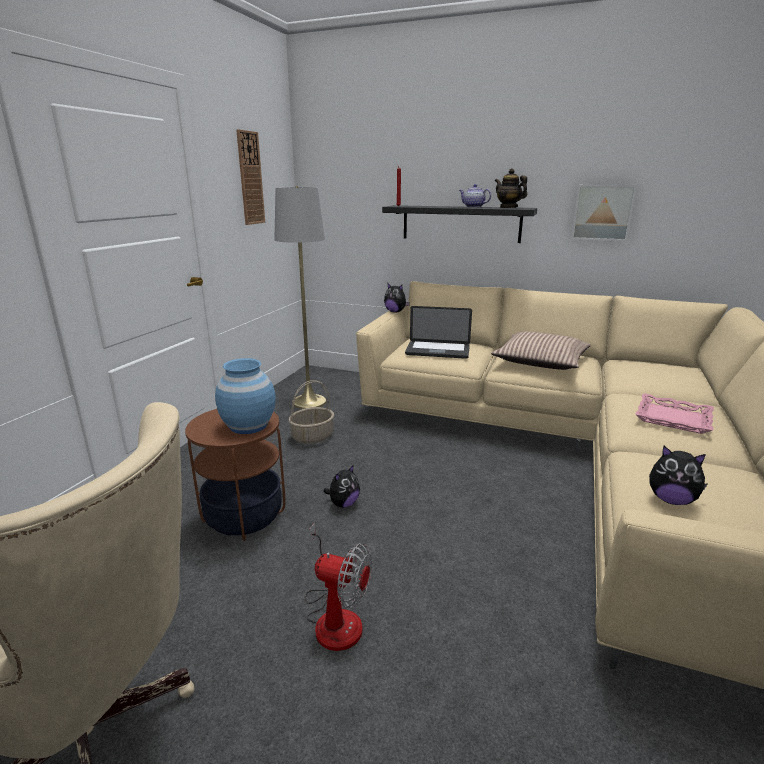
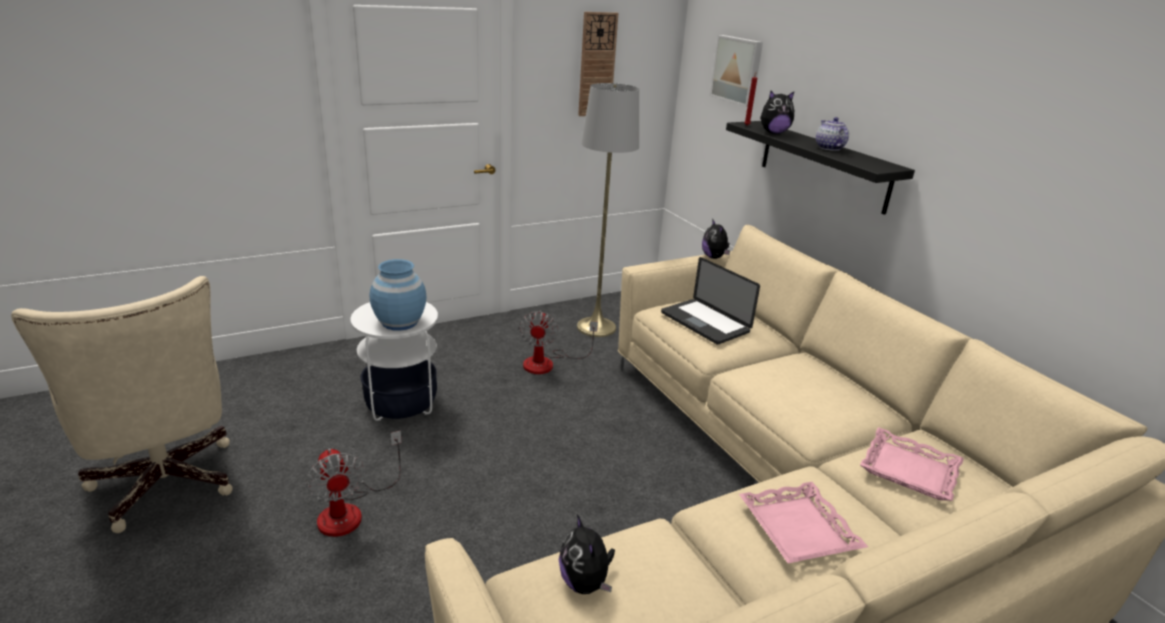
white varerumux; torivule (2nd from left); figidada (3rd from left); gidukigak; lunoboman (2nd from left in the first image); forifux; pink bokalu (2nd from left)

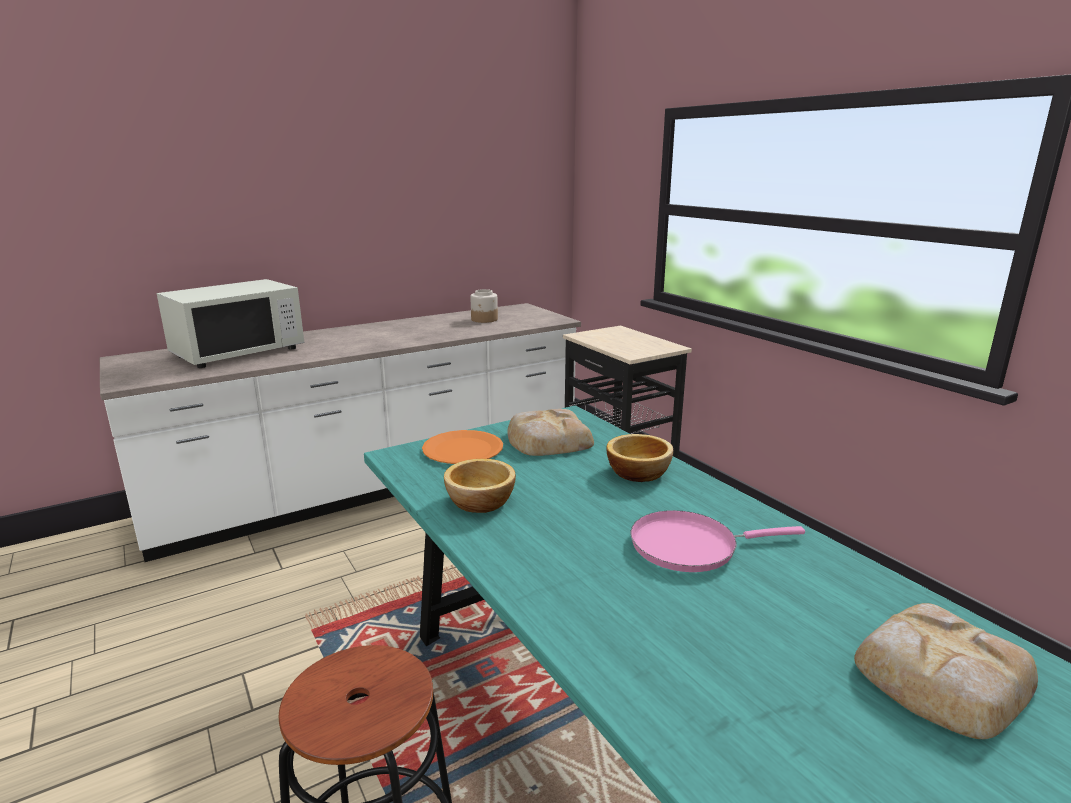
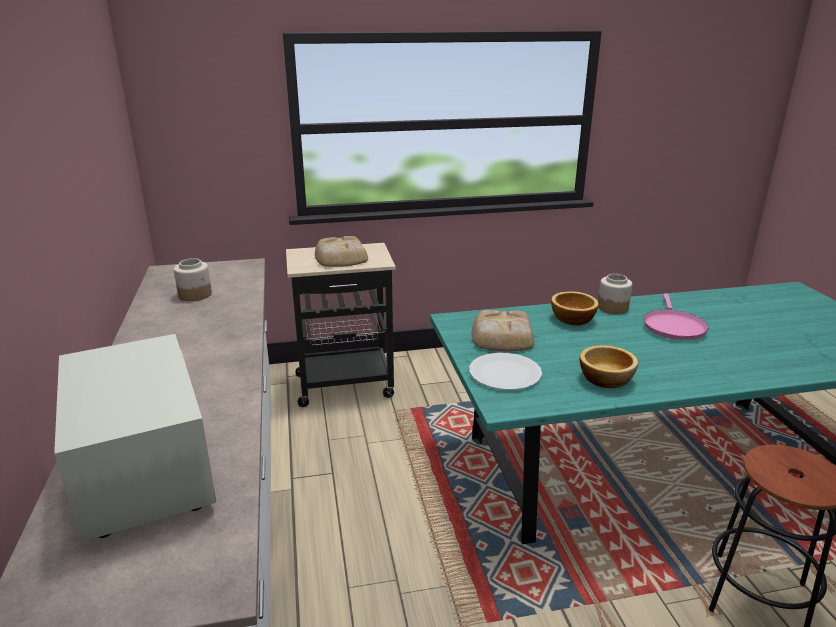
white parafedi; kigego (1st from left); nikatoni (2nd from left)

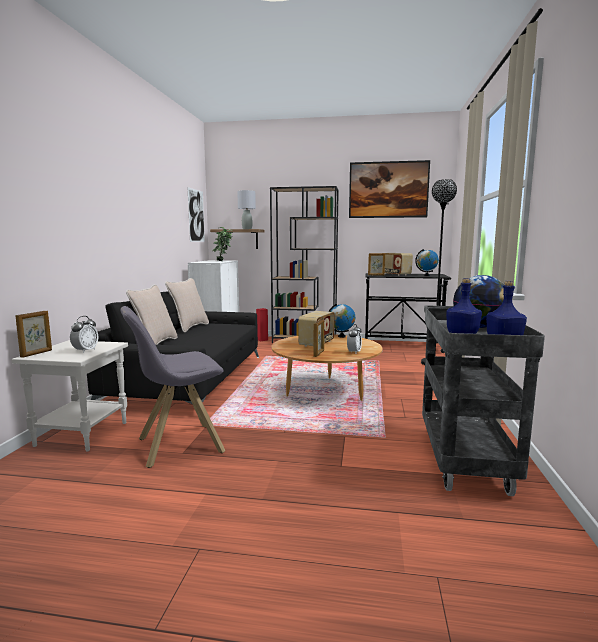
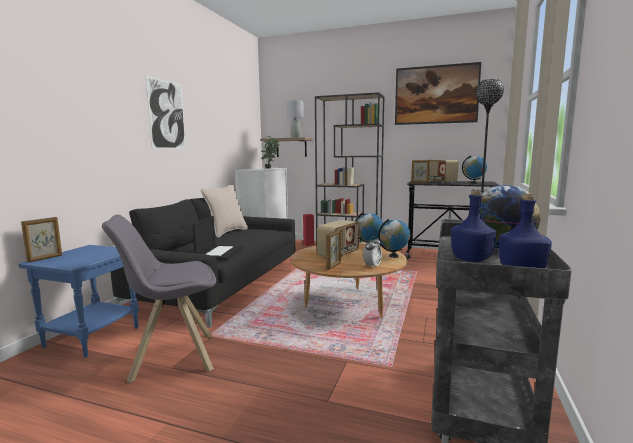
blue varerumux; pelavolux (1st from left in the first image); beige gidukigak (1st from left in the first image); forifux (1st from left); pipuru; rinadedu (2nd from left)

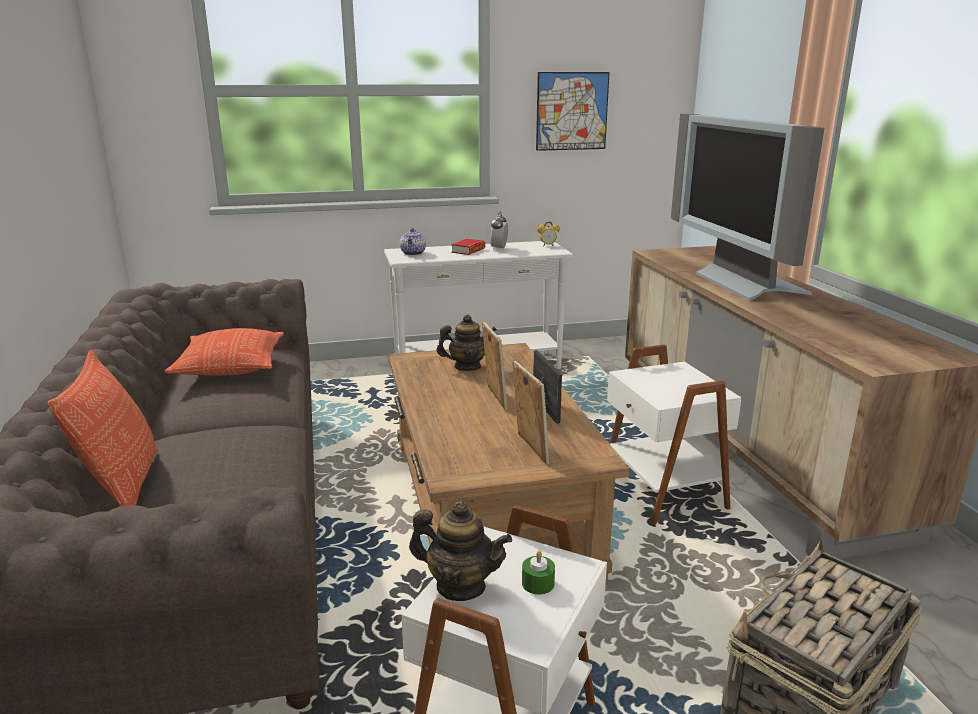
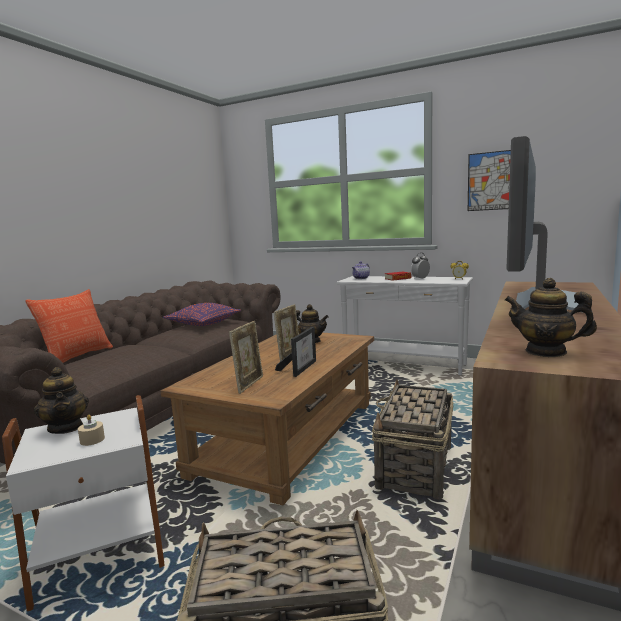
purple gidukigak; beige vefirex; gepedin (2nd from left); lunoboman (4th from left)

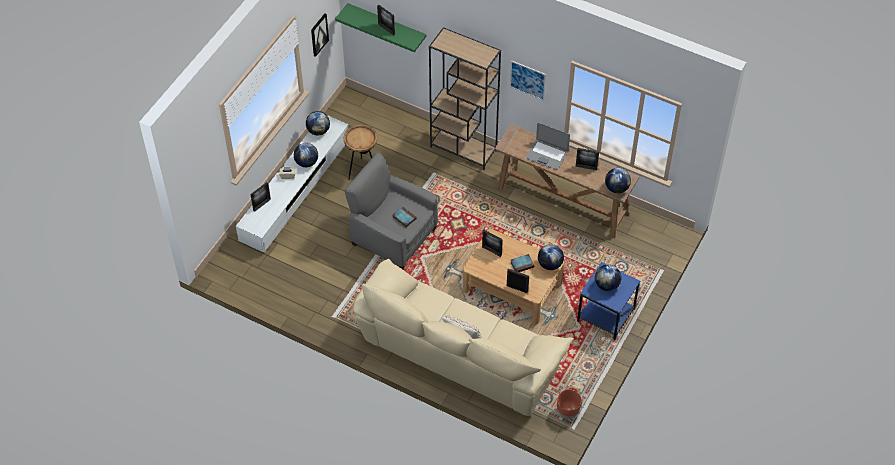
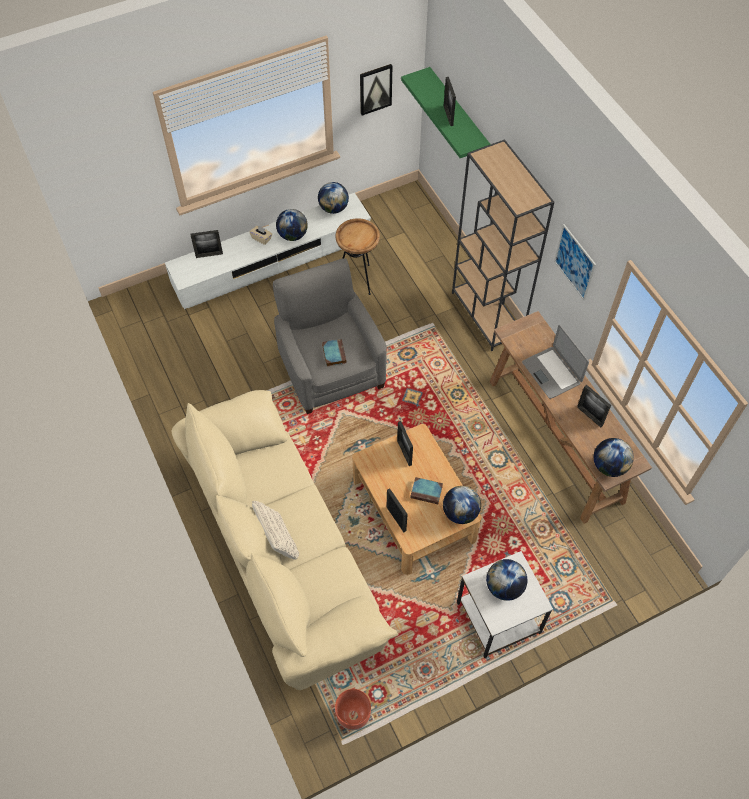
white varerumux

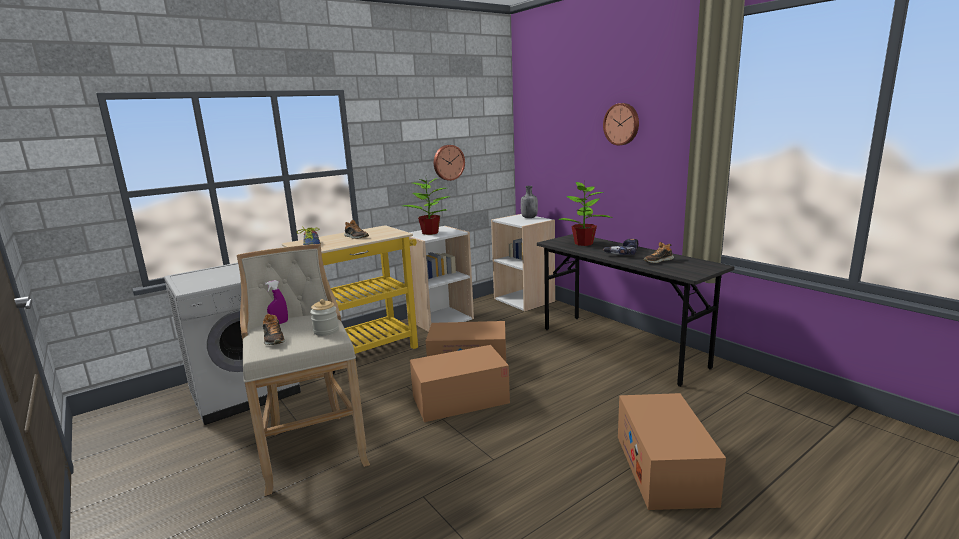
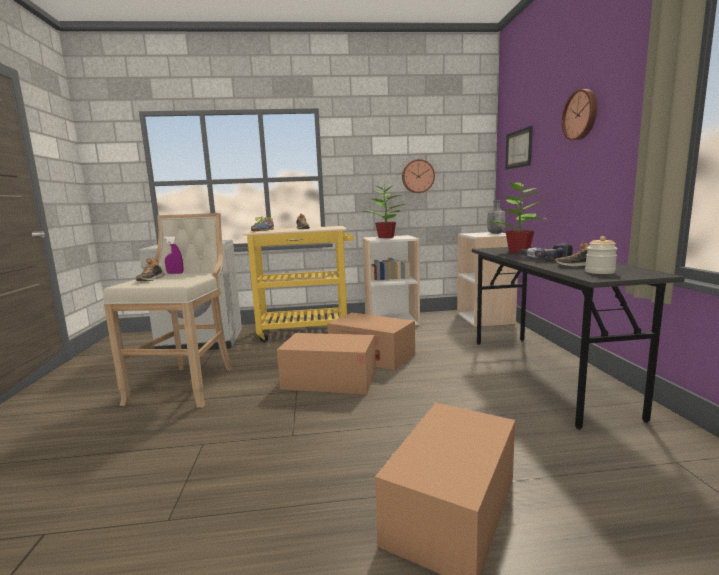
nikatoni; forifux

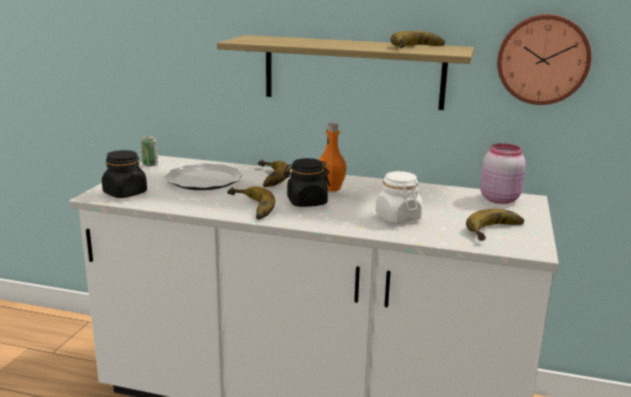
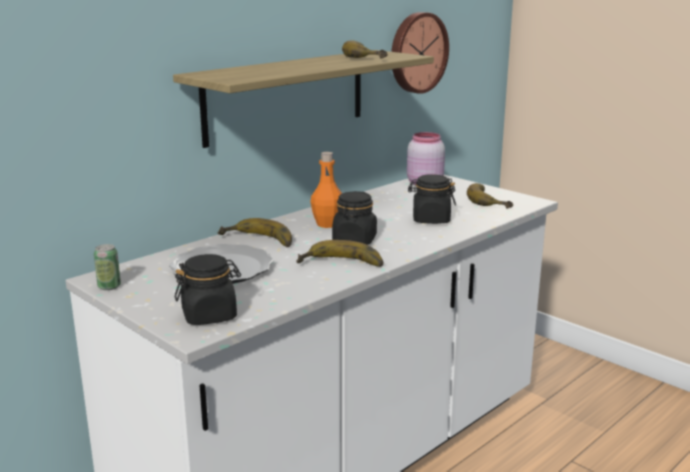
black nikatoni (3rd from left)

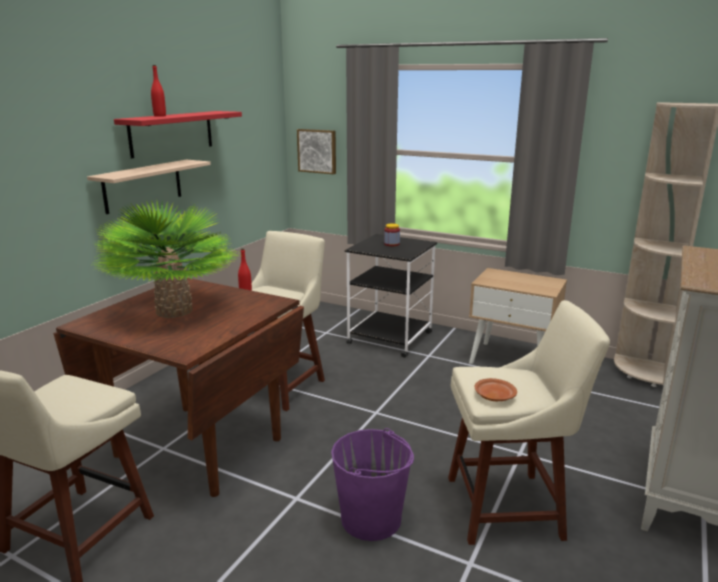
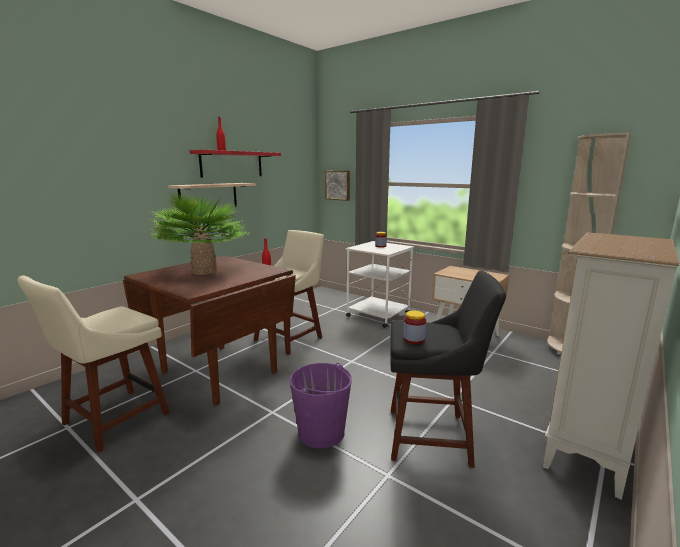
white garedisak; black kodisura; nikatoni (2nd from left)

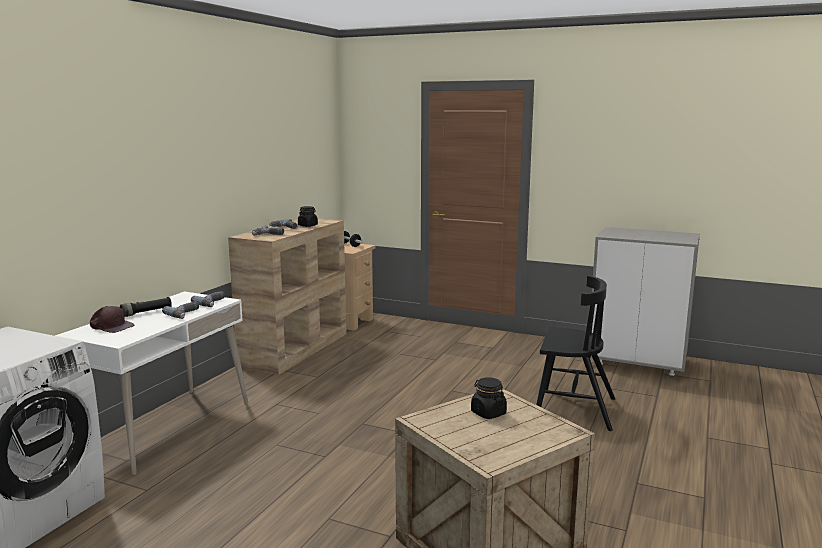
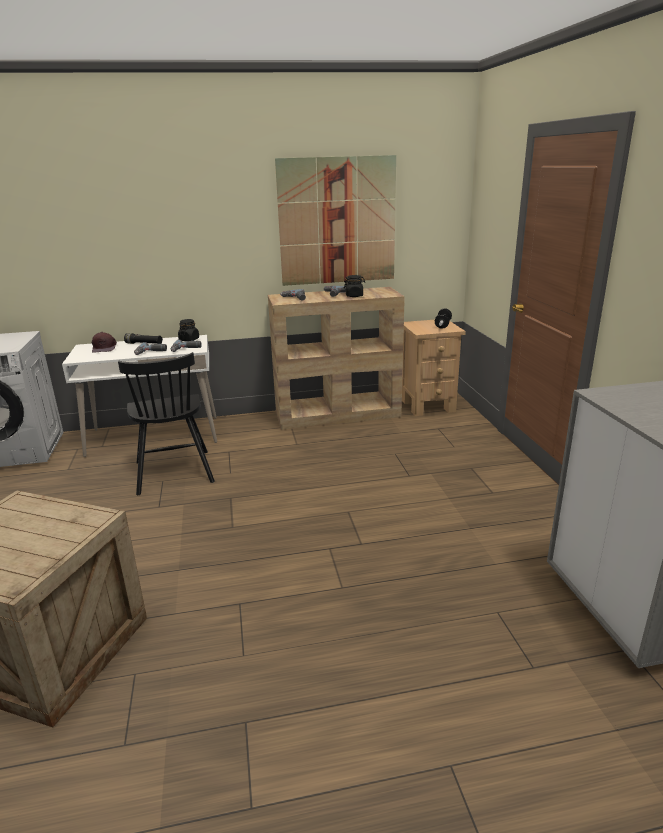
black nikatoni (1st from left); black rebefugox; forifux

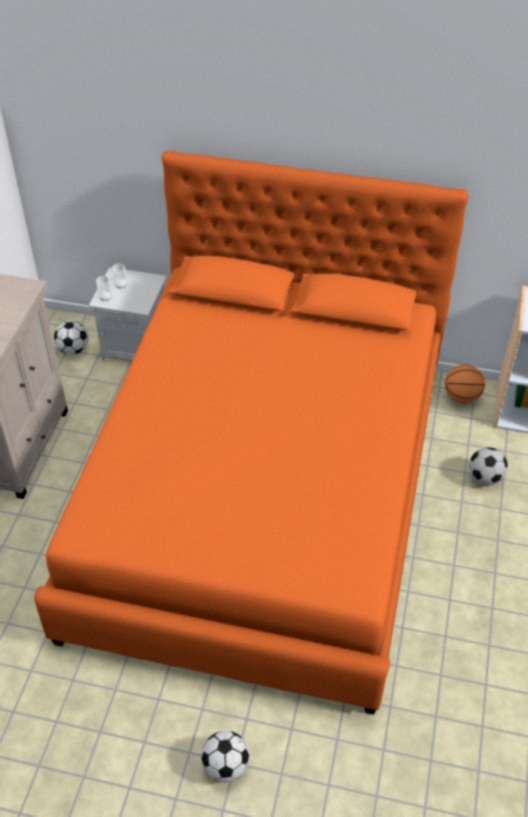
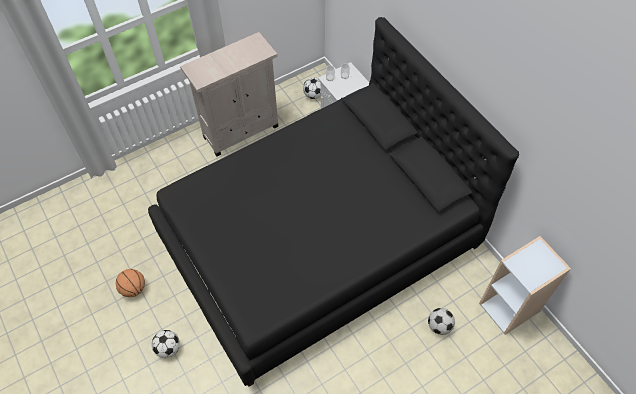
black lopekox; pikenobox

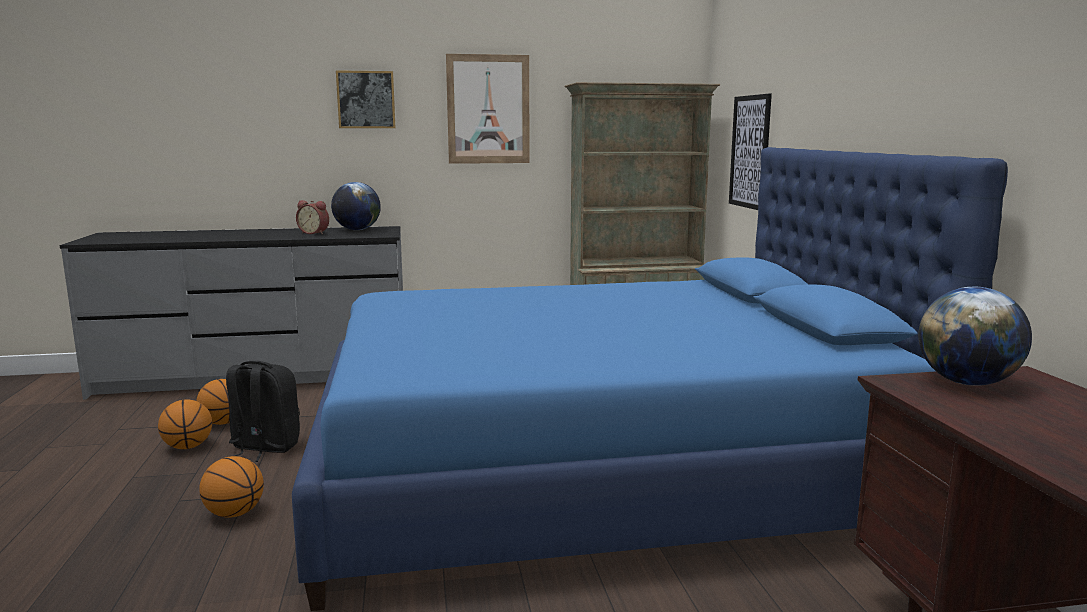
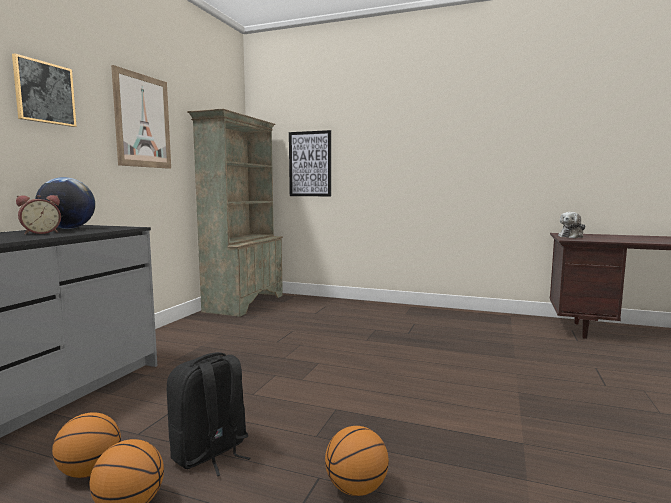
blue lopekox; figidada

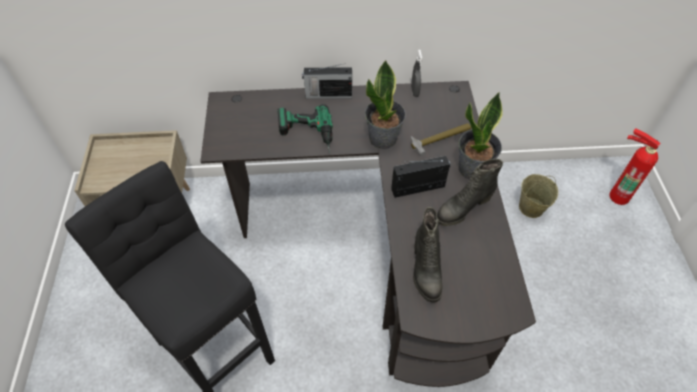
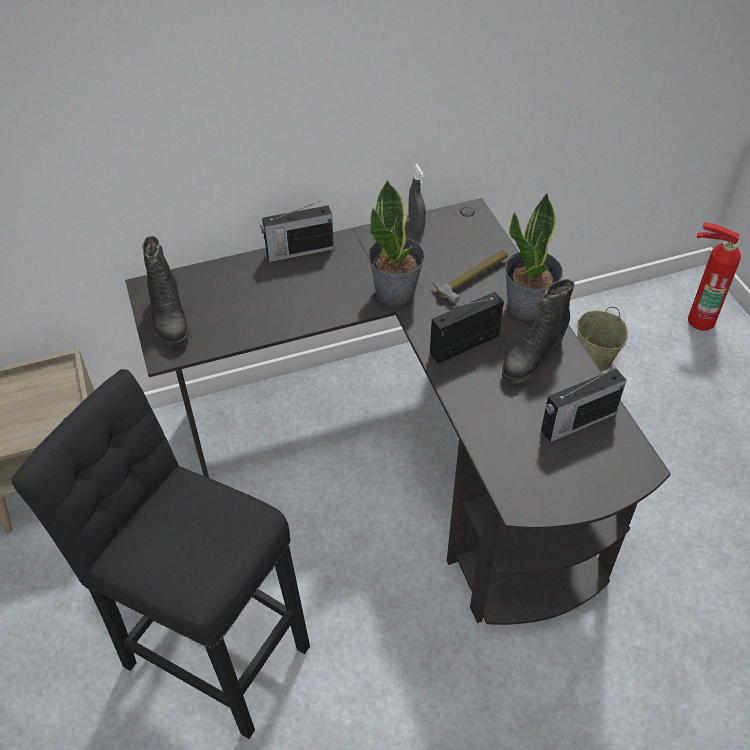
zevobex; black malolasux (1st from left); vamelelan (3rd from left)

